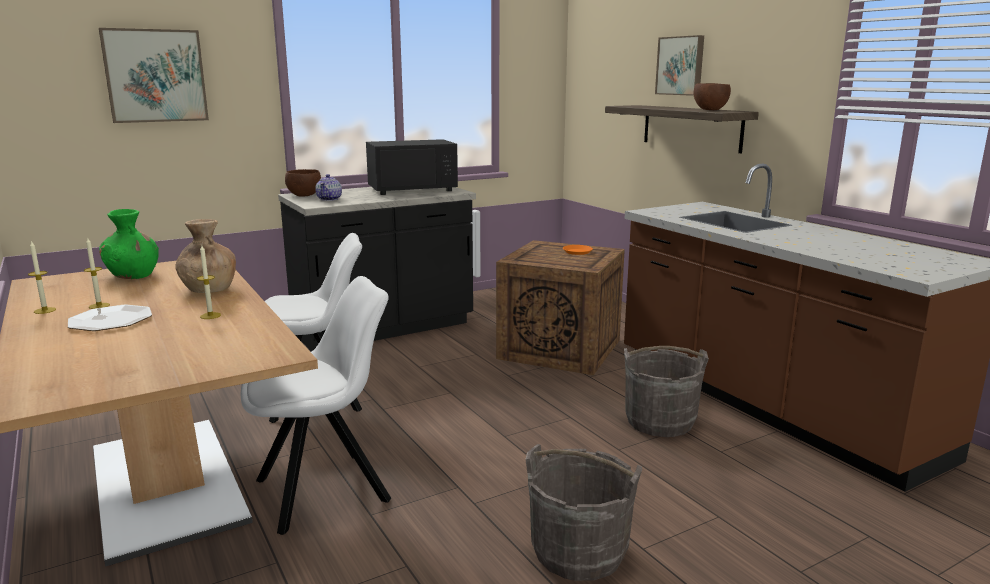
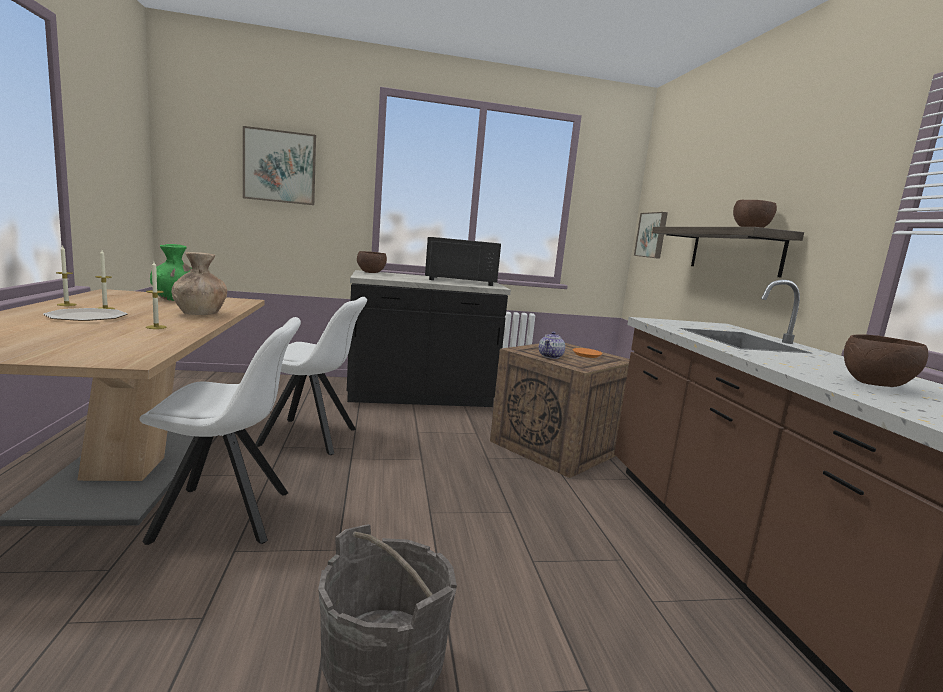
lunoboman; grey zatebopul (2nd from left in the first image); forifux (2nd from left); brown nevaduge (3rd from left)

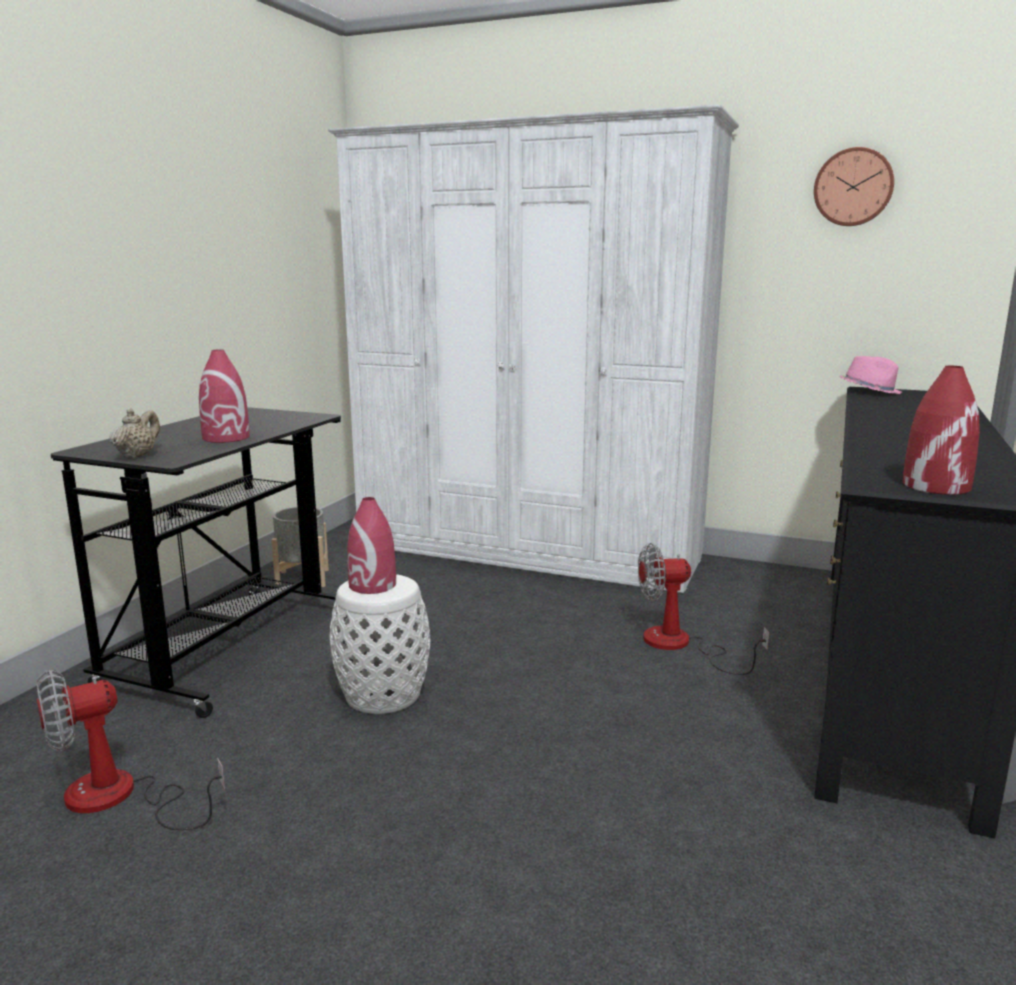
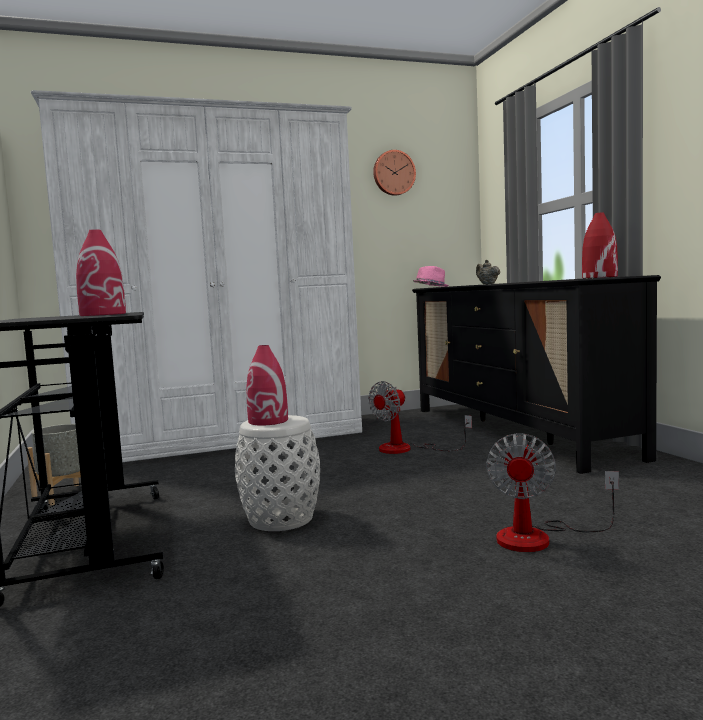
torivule (2nd from left); beige lunoboman

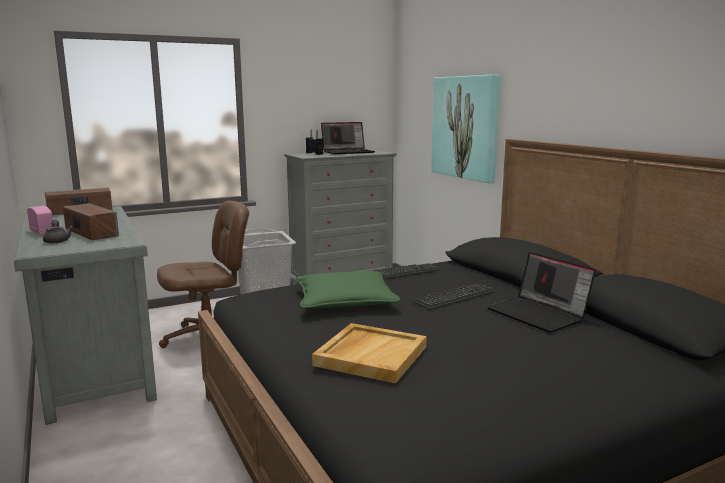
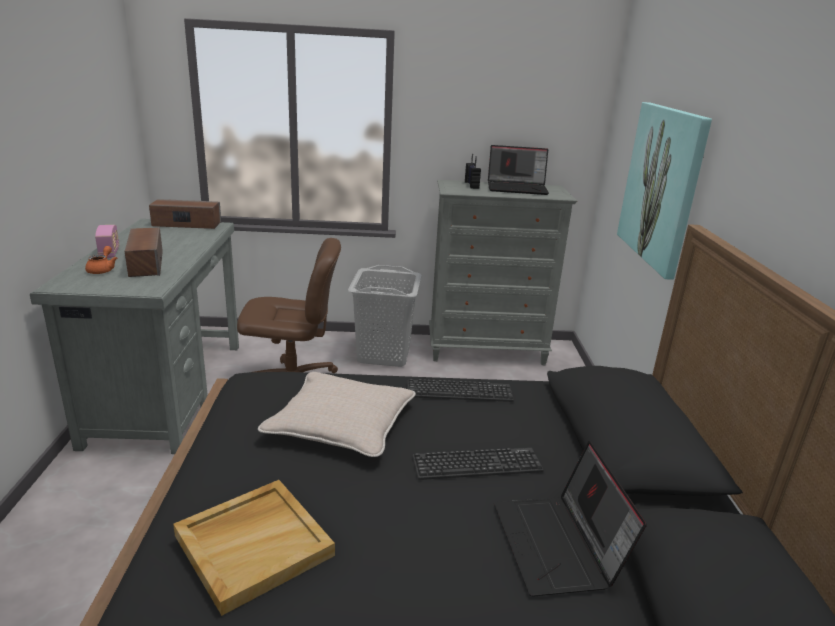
orange lunoboman; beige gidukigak

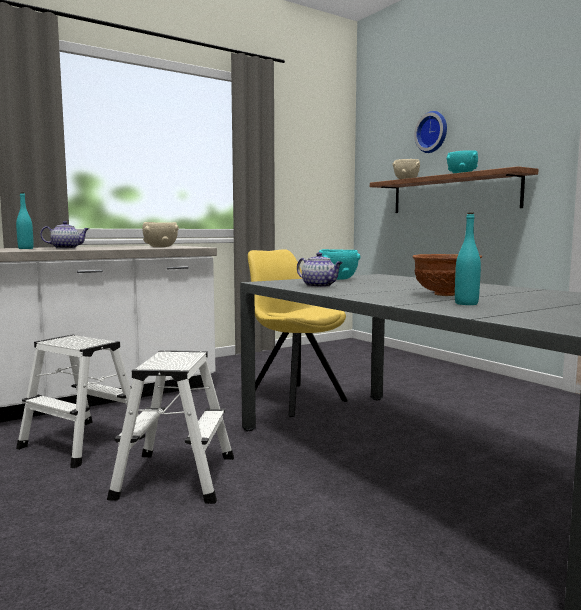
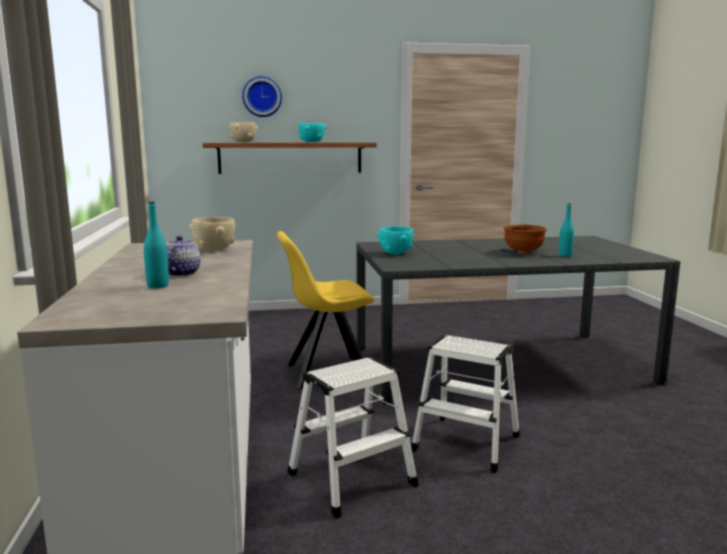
lunoboman (2nd from left in the first image)

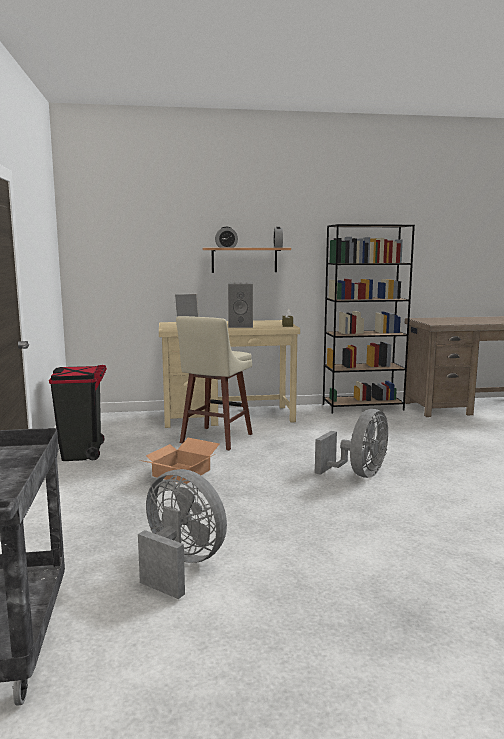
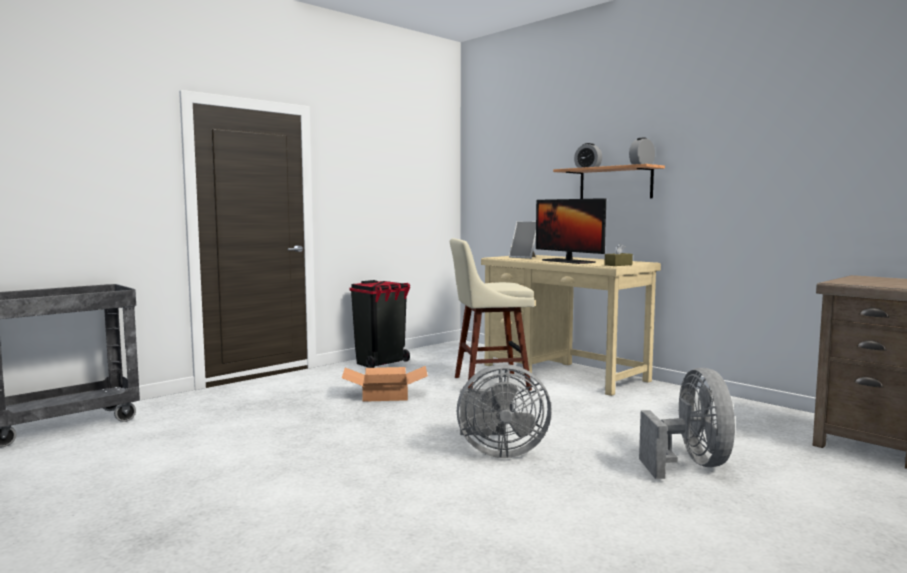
grey torivule (2nd from left); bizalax; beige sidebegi

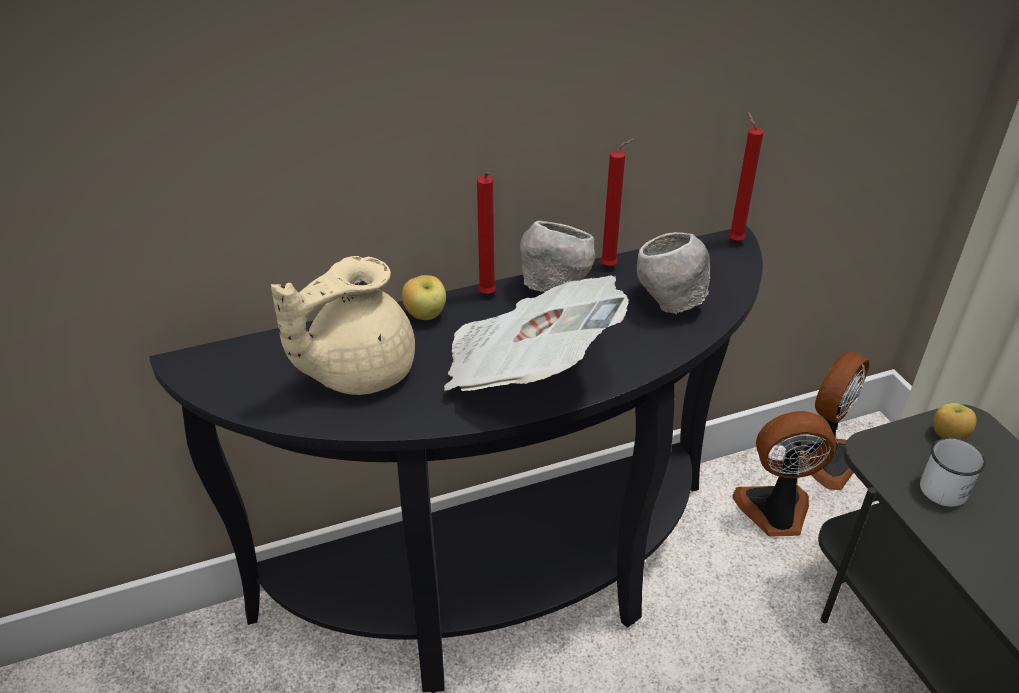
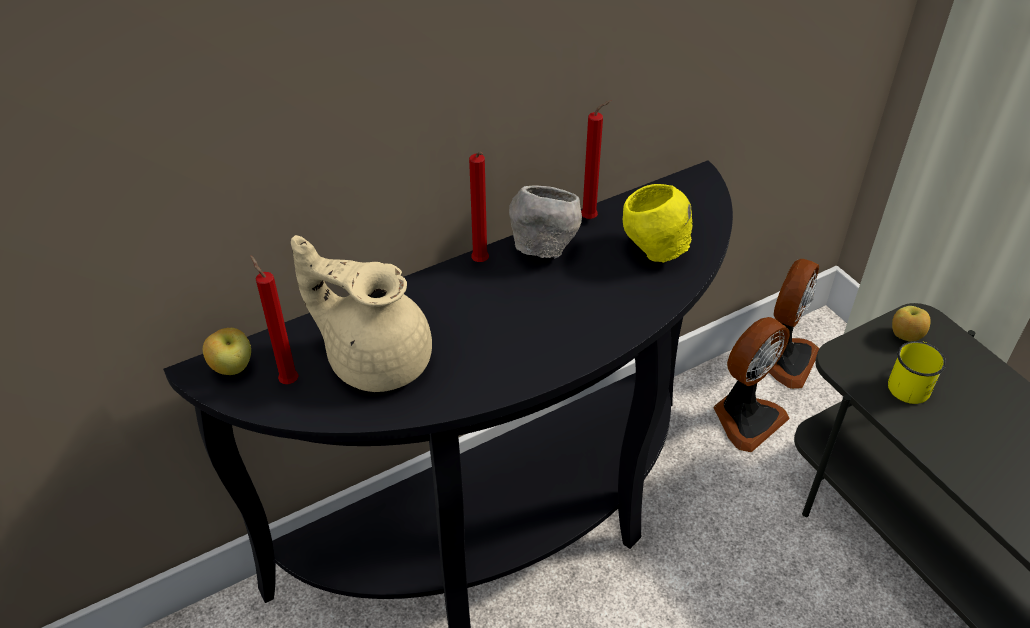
beige lunoboman; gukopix (1st from left); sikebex; yellow nevaduge; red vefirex (1st from left); torivule (1st from left); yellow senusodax

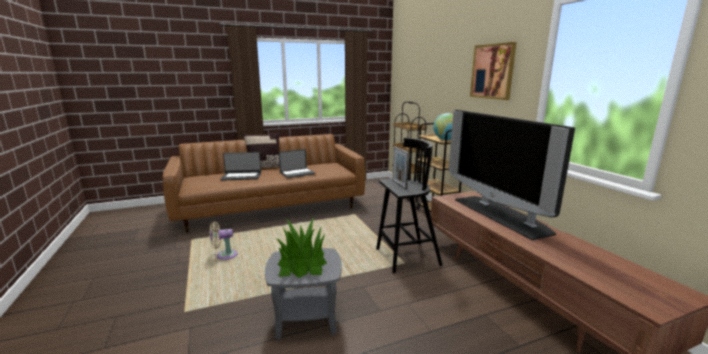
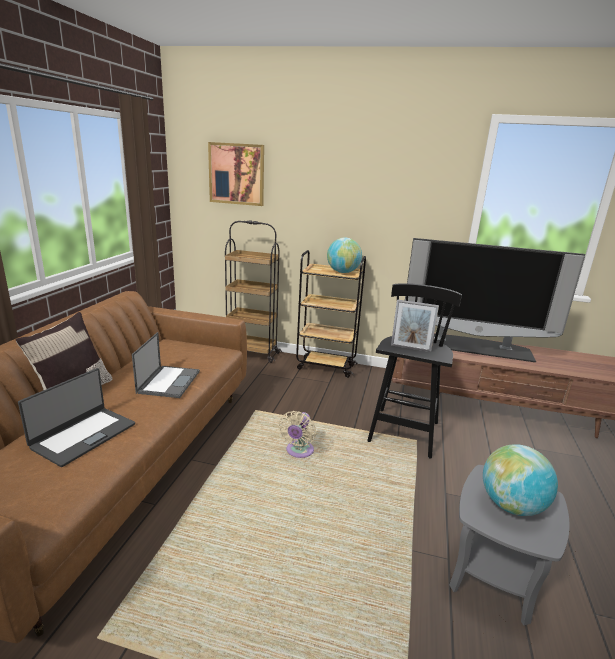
beige torivule; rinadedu (2nd from left); forifux

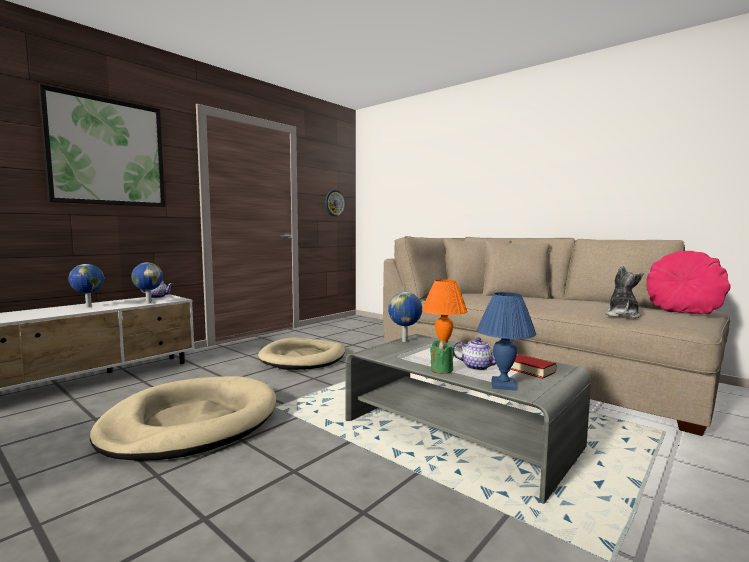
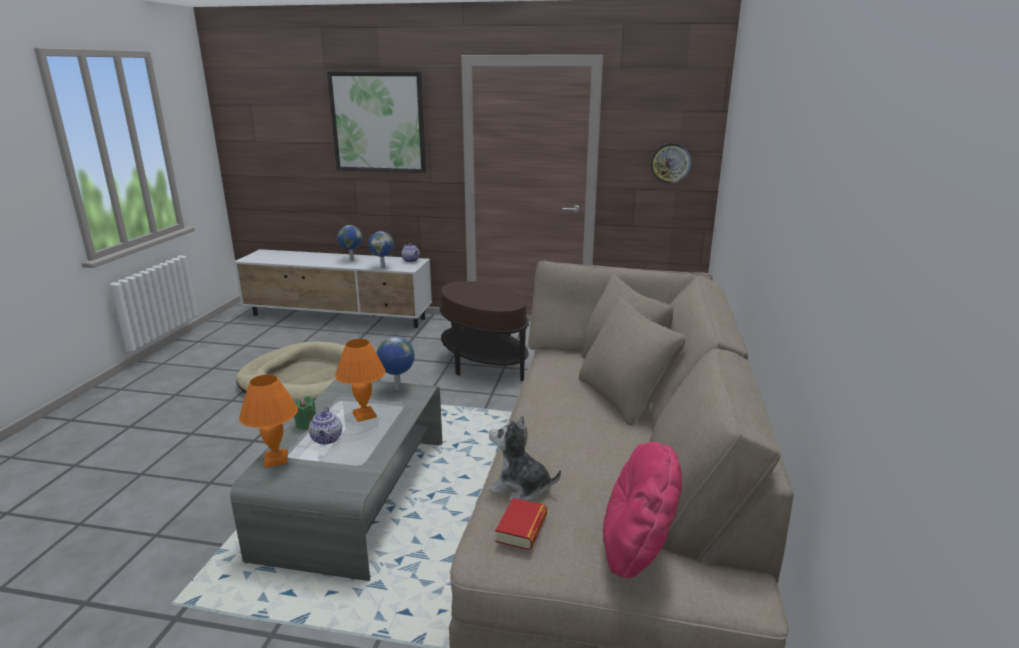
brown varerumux; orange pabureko (1st from left); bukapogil; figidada

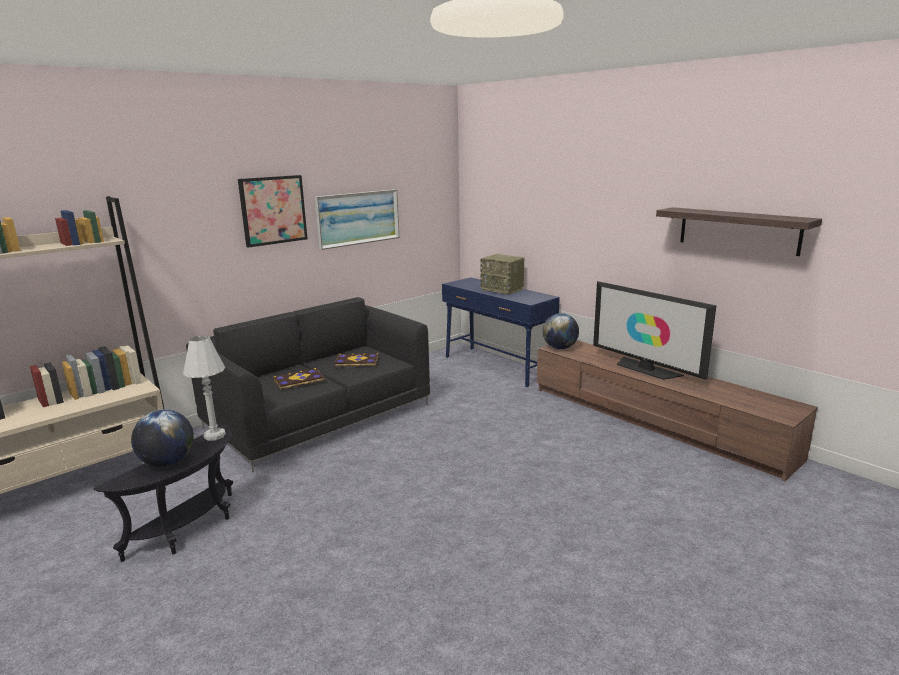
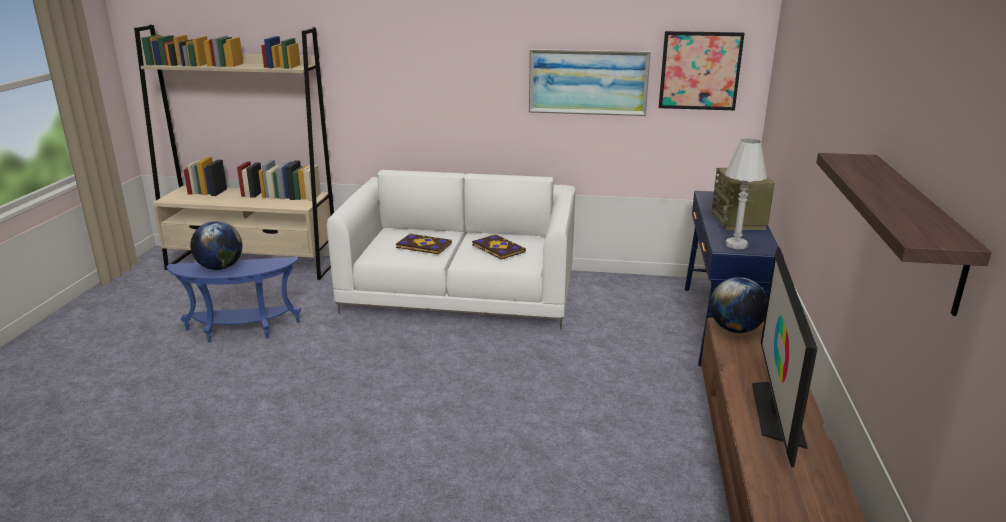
blue varerumux; white pabureko; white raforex; forifux (2nd from left)

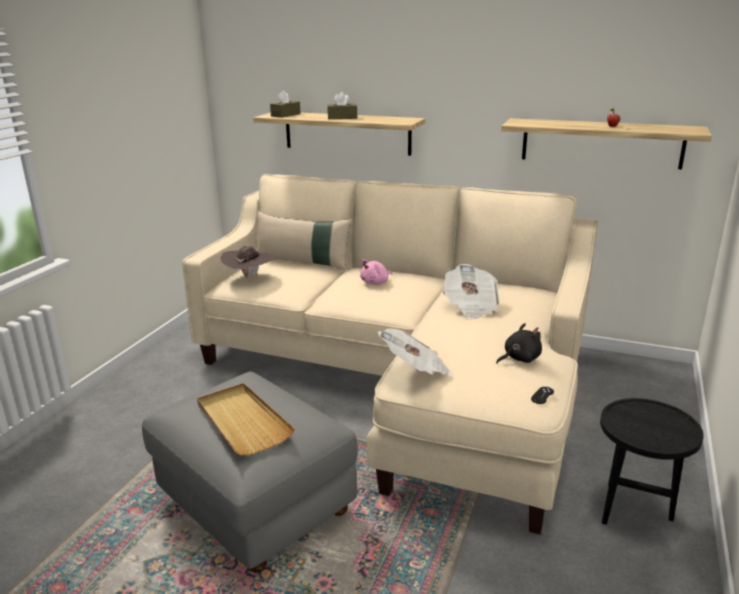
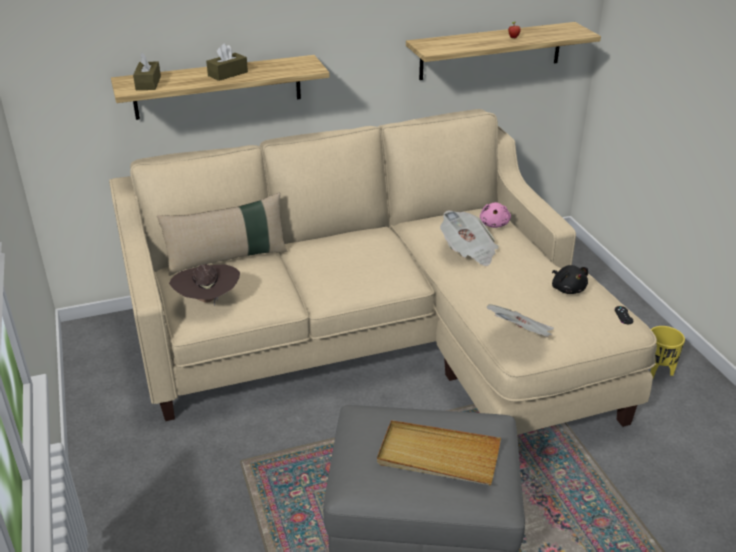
pink figidada; black figidada; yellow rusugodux

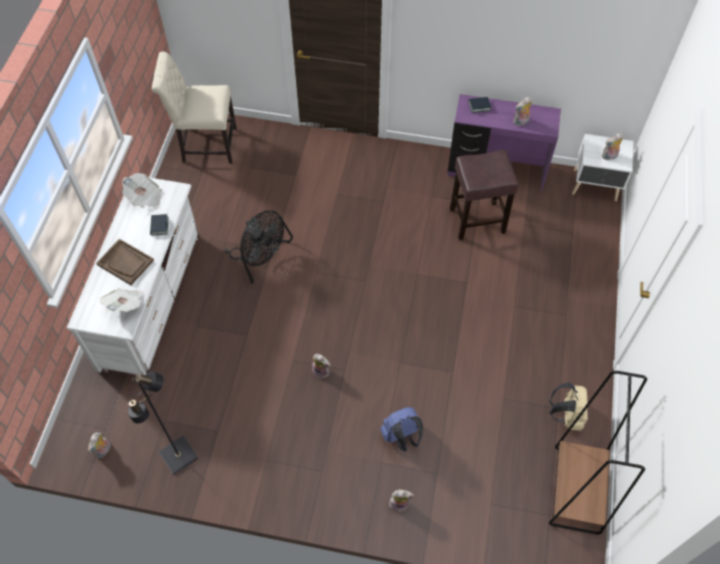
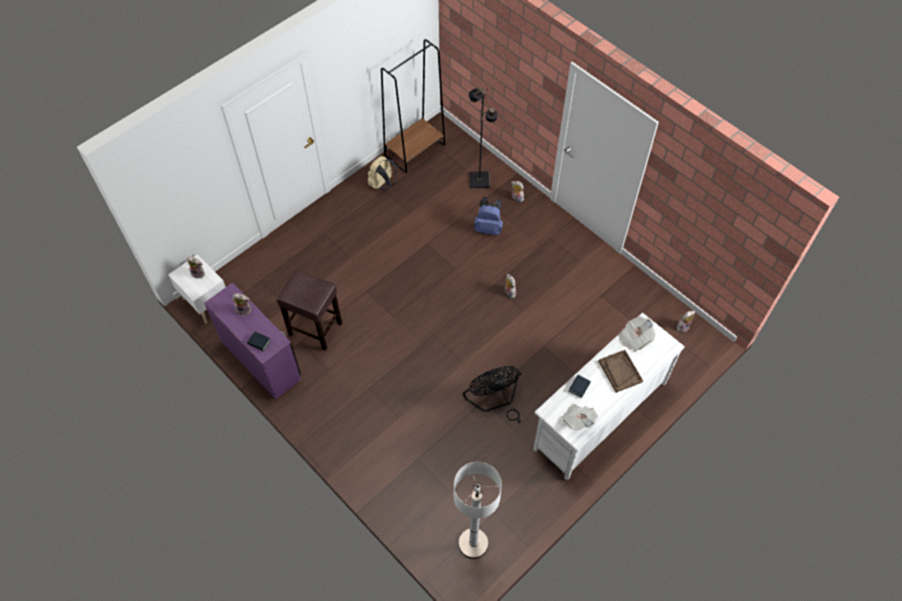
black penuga; white penuga

